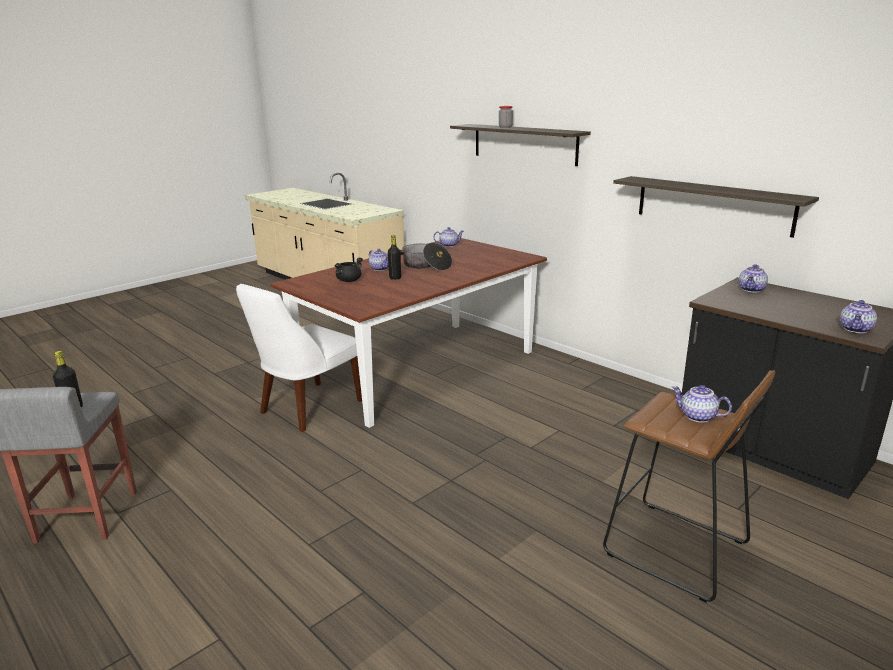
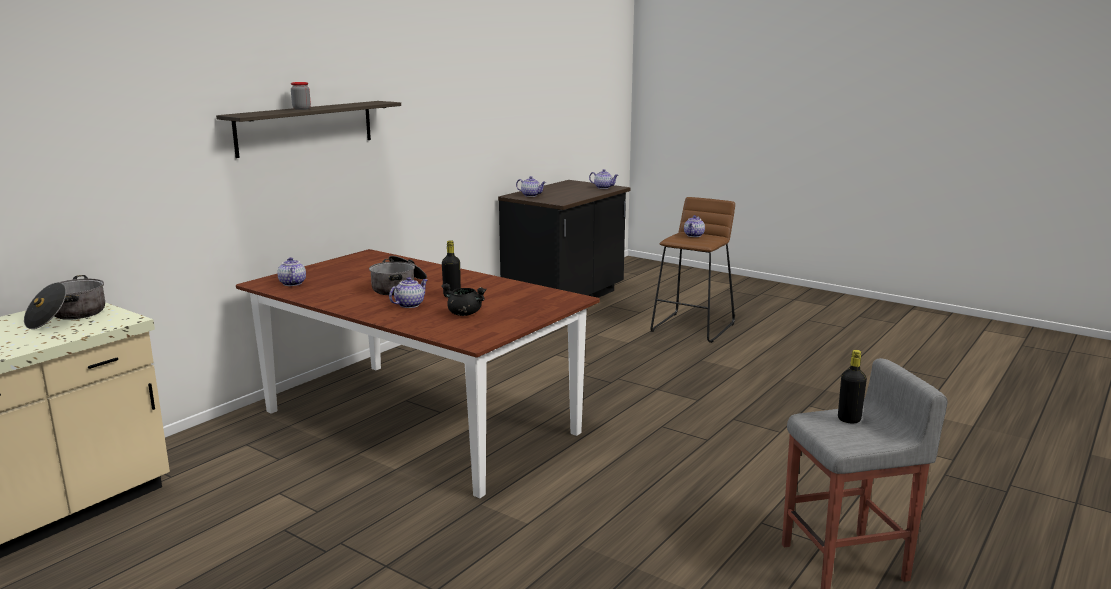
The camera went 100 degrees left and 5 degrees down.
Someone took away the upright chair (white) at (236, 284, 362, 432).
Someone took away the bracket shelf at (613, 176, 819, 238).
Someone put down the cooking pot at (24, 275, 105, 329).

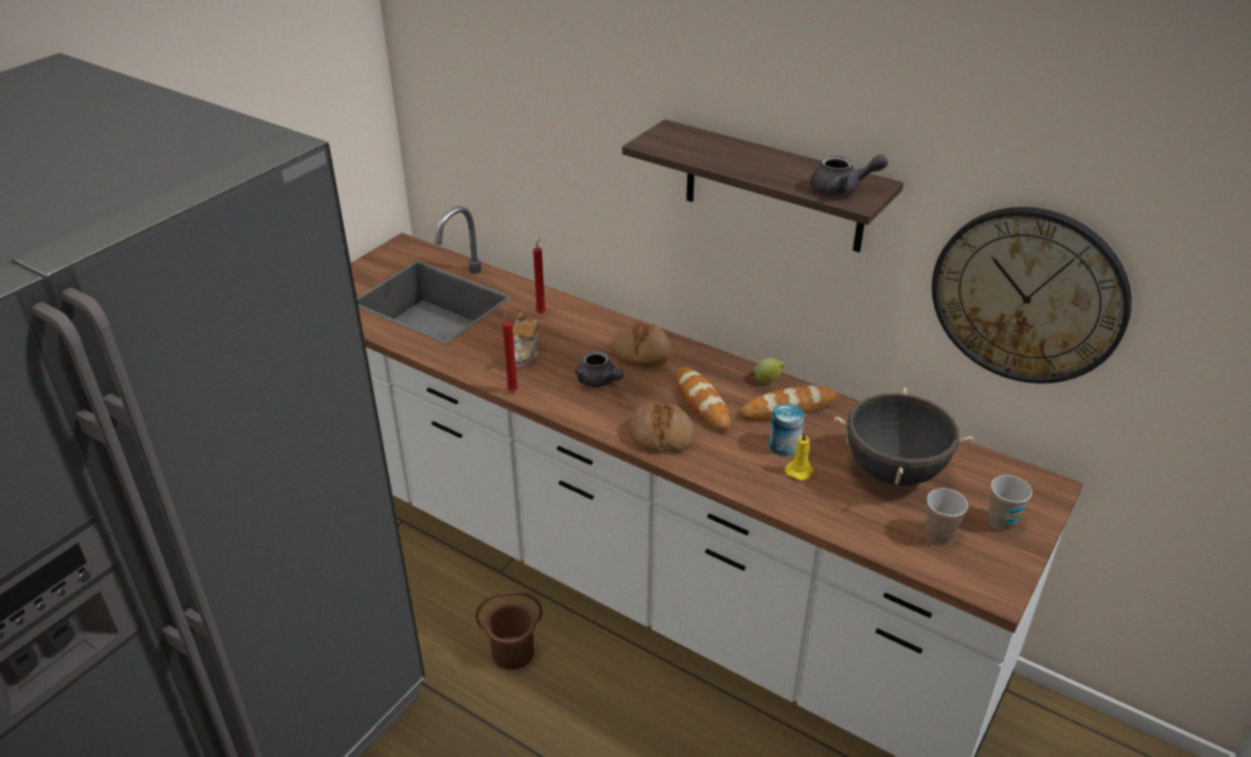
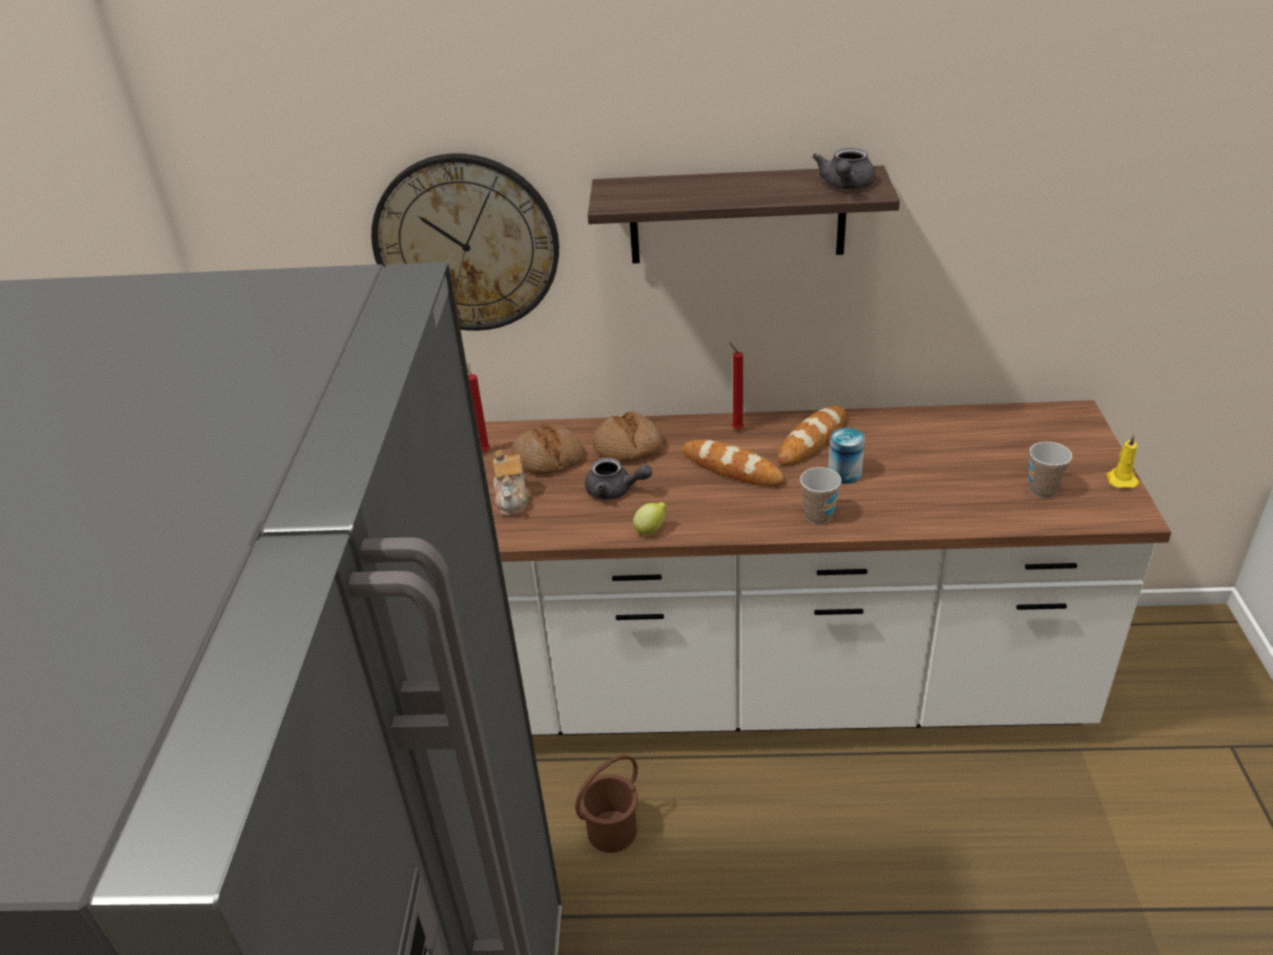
The camera went 30 degrees left and 0 degrees up.
Someone took away the cooking pot (blackish) at (834, 387, 974, 486).
Someone carried the wax light (reddish) from (503, 311, 518, 391) to (729, 342, 744, 430).
Someone carried the bakery bread from (629, 403, 695, 452) to (512, 423, 583, 475).
Someone carried the lemon from (755, 358, 785, 383) to (633, 502, 667, 535).
Someone carried the wax light (yellow-coloured) from (785, 431, 814, 481) to (1106, 434, 1139, 489).
Someone carried the hanging clock from (932, 207, 1132, 384) to (371, 153, 559, 331).
Someone carried the cup from (988, 475, 1032, 530) to (800, 467, 842, 524).
Someone rotated the pot for tea (grey) at (811, 154, 888, 196) by 135 degrees clockwise.

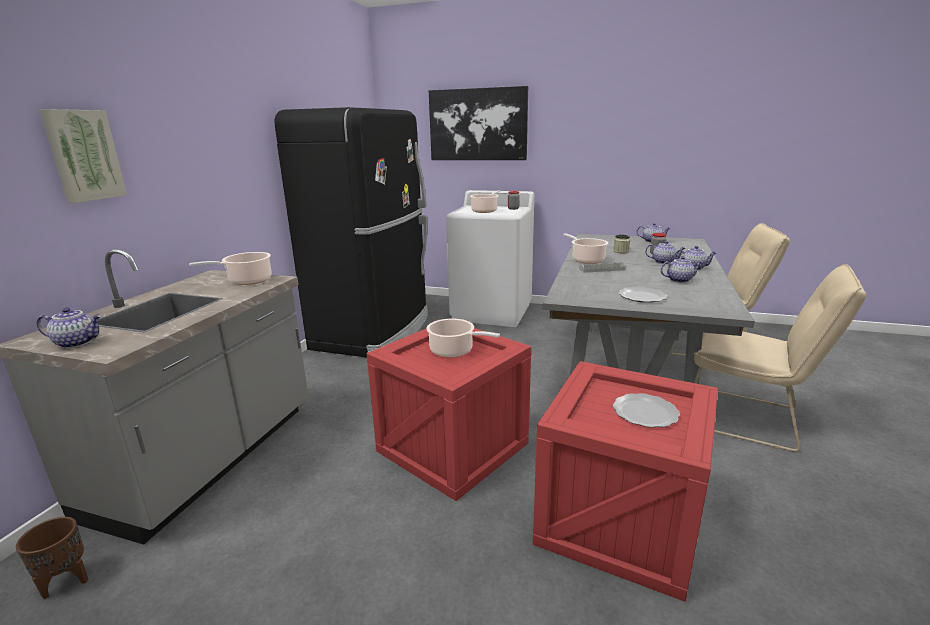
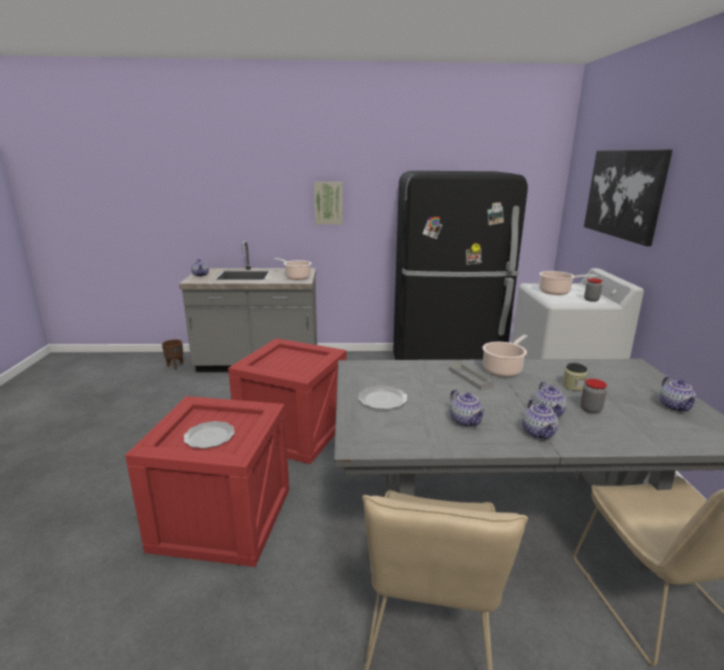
The camera went 70 degrees right and 0 degrees up.
Someone took away the cooking pot at (426, 319, 500, 358).
Someone carried the picture from (40, 109, 127, 203) to (314, 182, 343, 225).

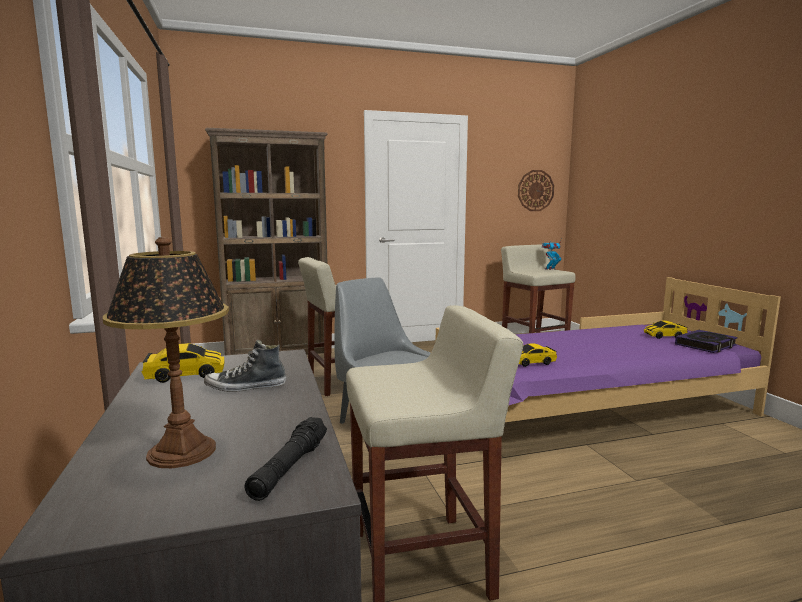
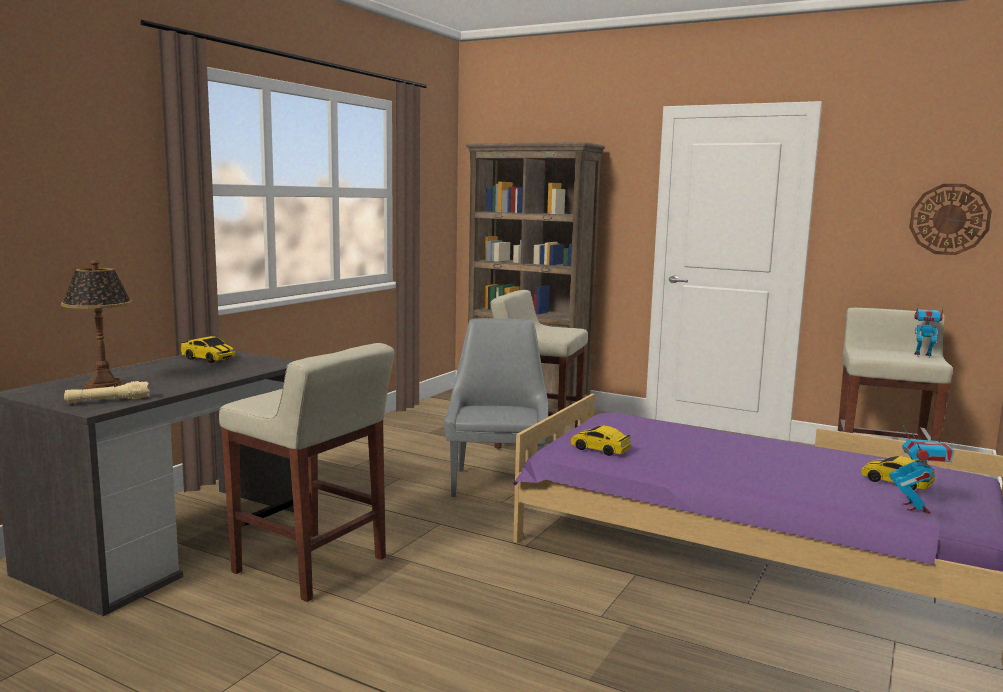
The camera went 45 degrees right and 0 degrees up.
Someone took away the item of footwear at (204, 340, 286, 392).
Someone swapped the volume at (675, 330, 738, 353) for the robot figure at (889, 424, 955, 514).
Someone repainted the torch (blackish) at (245, 417, 327, 501), which became the torch (beige) at (64, 381, 150, 404).

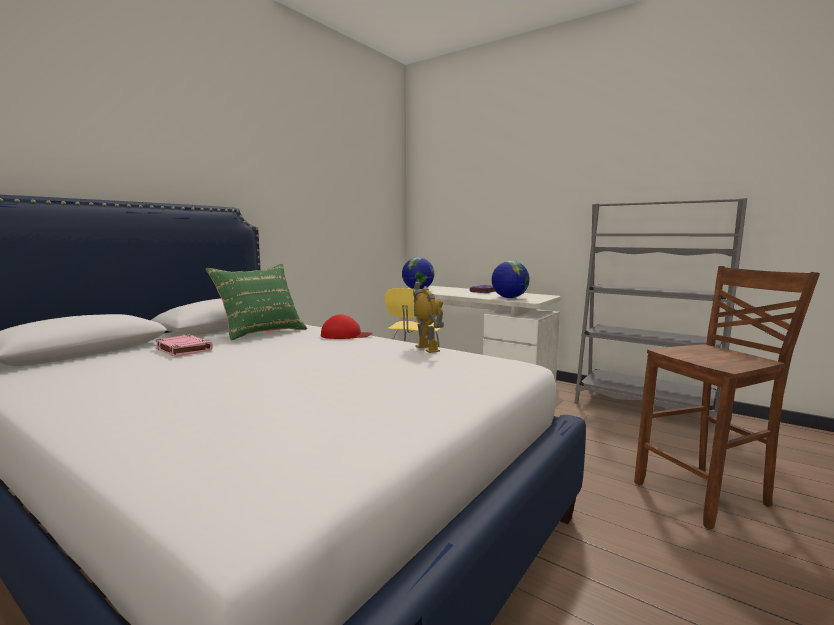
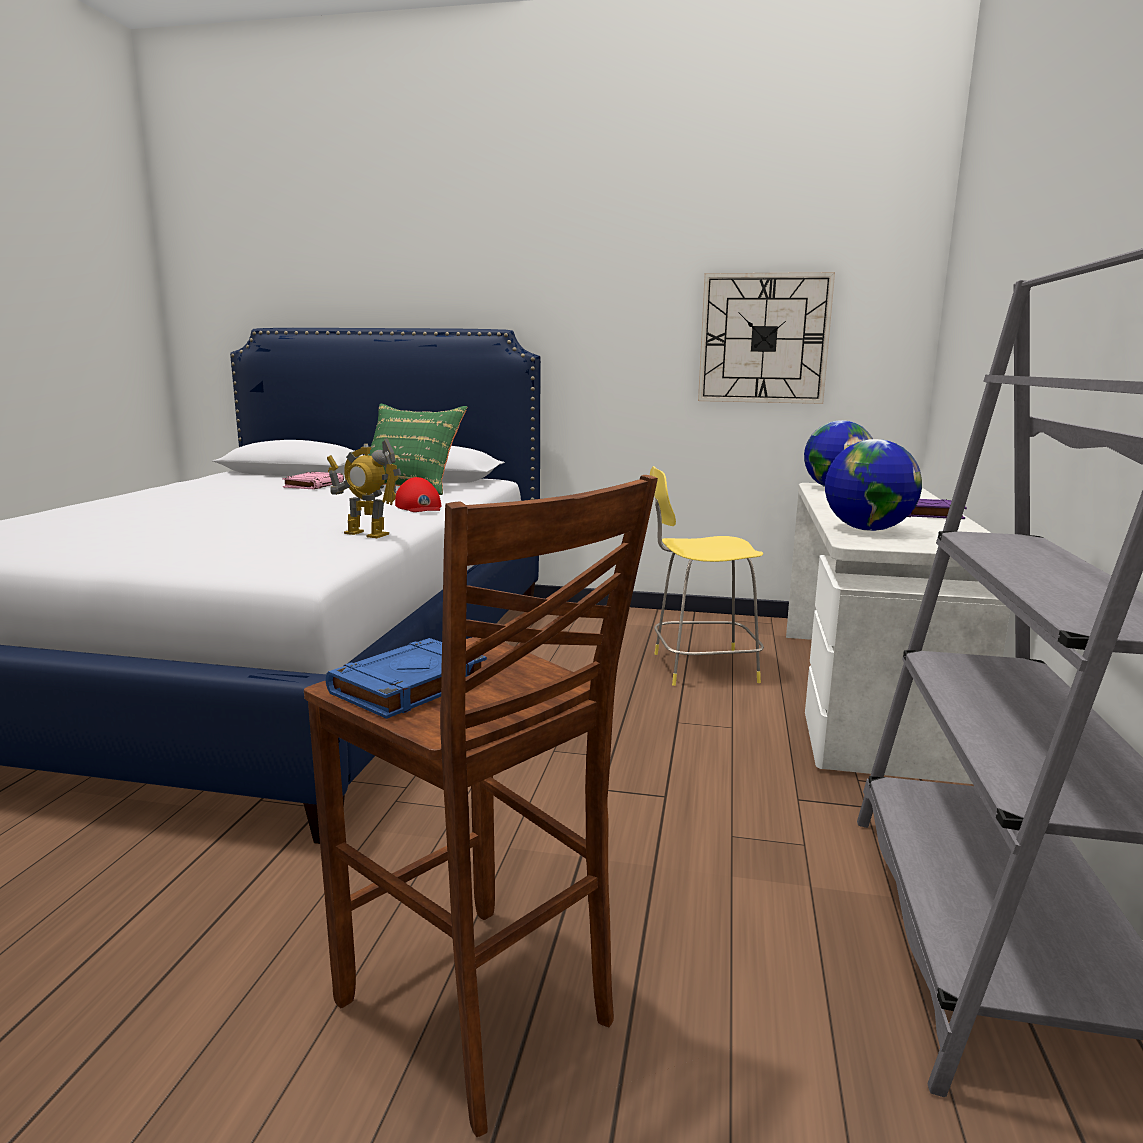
The camera went 65 degrees right and 5 degrees up.
Someone put down the volume (bluish) at (326, 638, 487, 719).
Someone put up the hanging clock at (698, 272, 835, 404).
Someone rotated the robot figure at (413, 281, 444, 353) by 75 degrees clockwise.

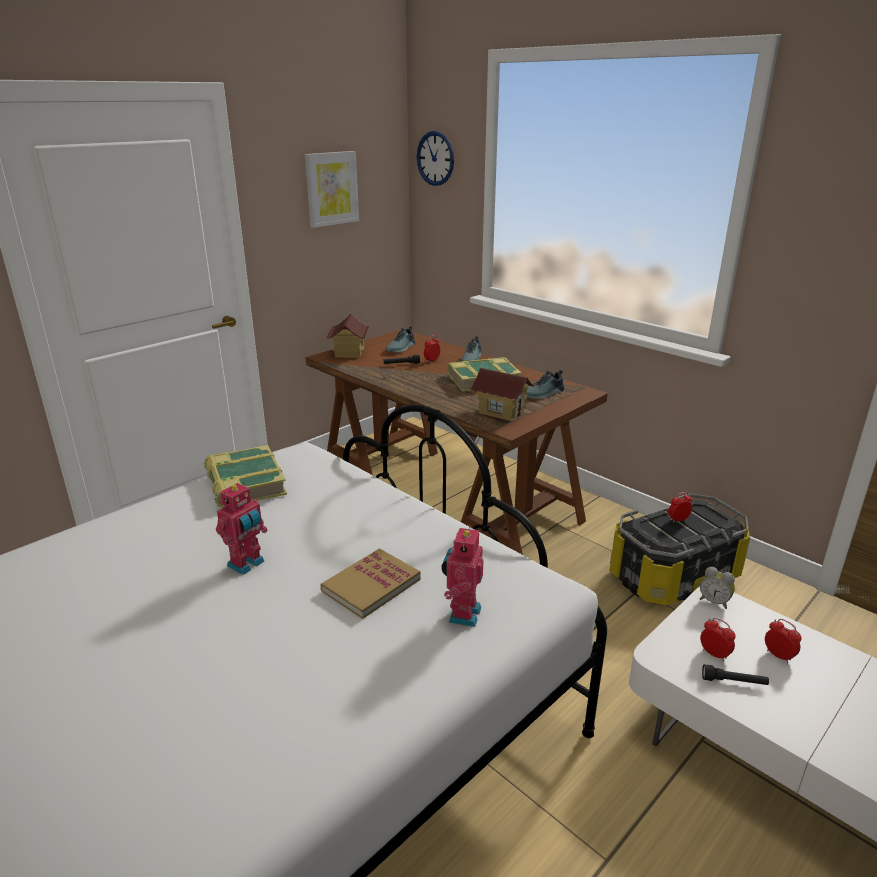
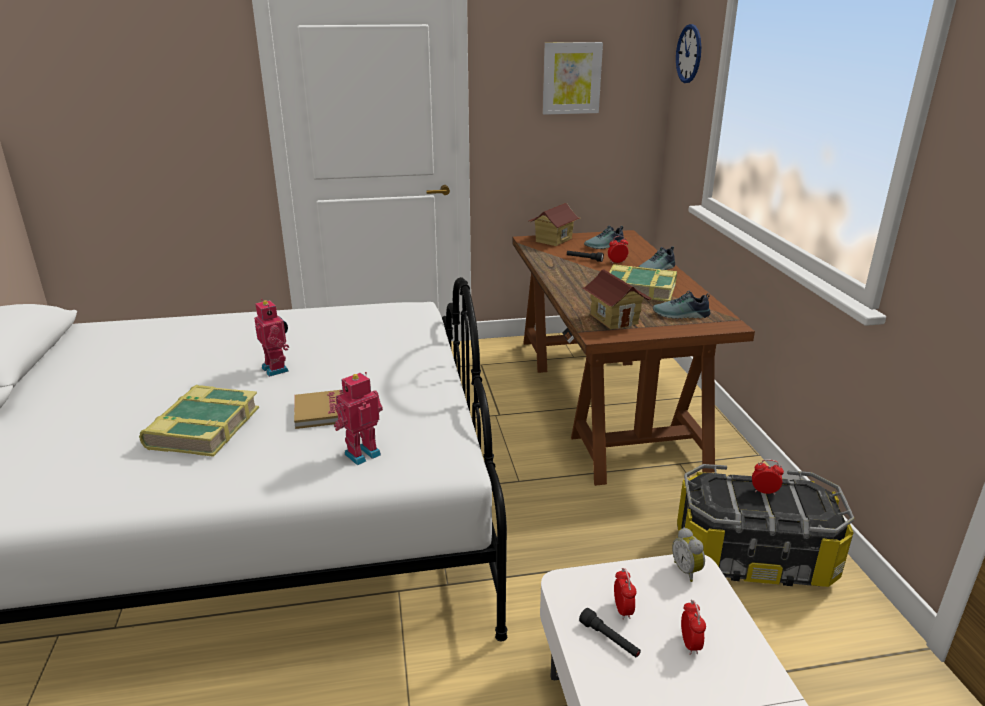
The camera went 35 degrees right and 0 degrees up.
Someone carried the volume from (204, 445, 287, 508) to (139, 385, 260, 457).
Someone rotated the robot figure at (216, 482, 268, 575) by 105 degrees counterclockwise.

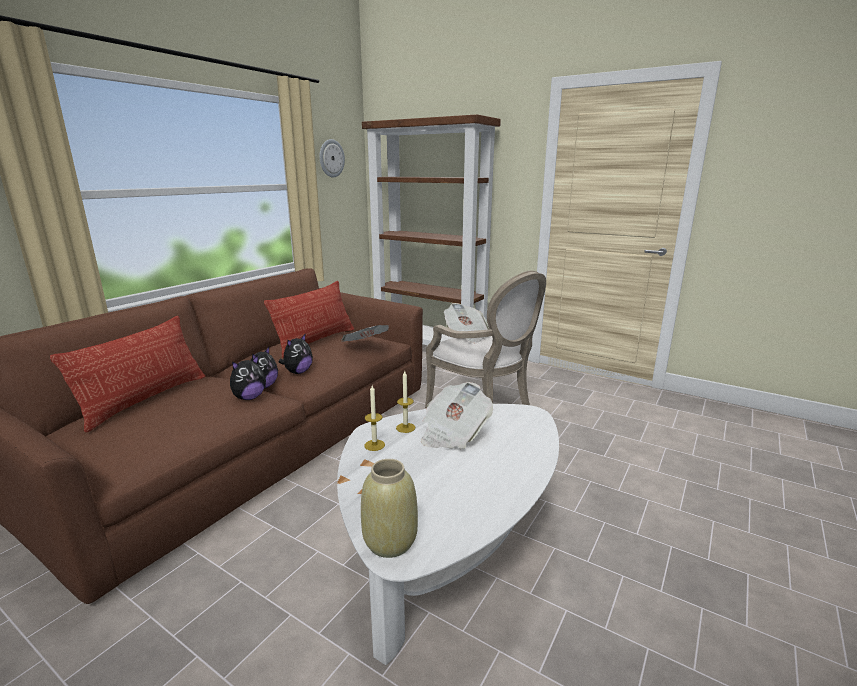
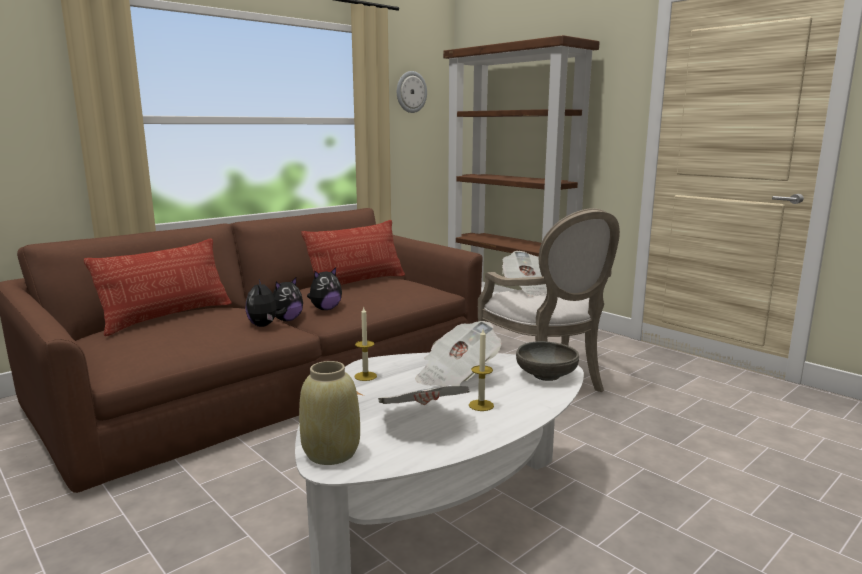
The camera went 15 degrees right and 5 degrees down.
Someone put down the bowl (grey) at (516, 341, 579, 381).
Someone carried the daily paper from (342, 325, 389, 342) to (379, 386, 470, 405).
Someone carried the wax light from (396, 371, 415, 433) to (469, 329, 494, 411).
Someone rotated the cuddly toy at (230, 355, 266, 400) by 105 degrees clockwise.

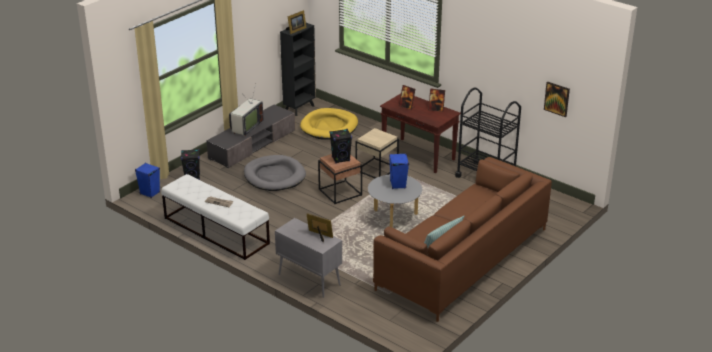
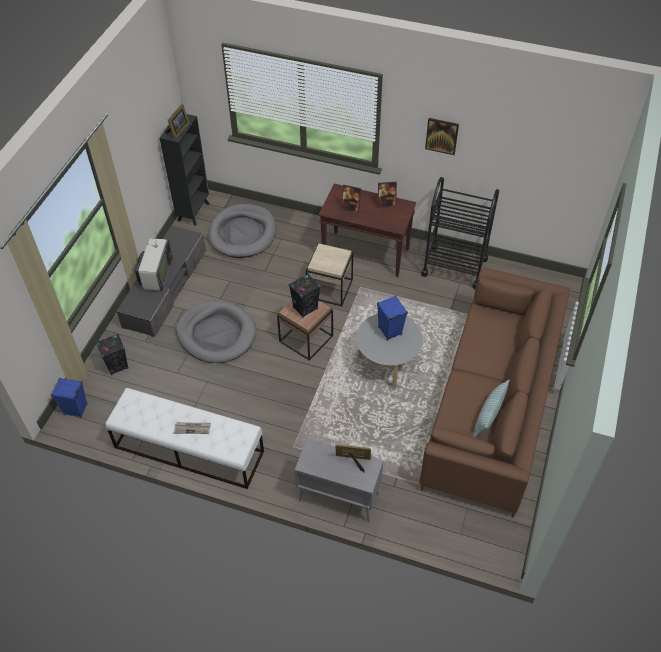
The camera went 20 degrees left and 20 degrees up.
Someone carried the picture from (544, 82, 570, 117) to (425, 118, 459, 155).
Someone repainted the dog bed (yellow-coloured) at (300, 108, 358, 139), which became the dog bed (grey) at (208, 204, 276, 258).

